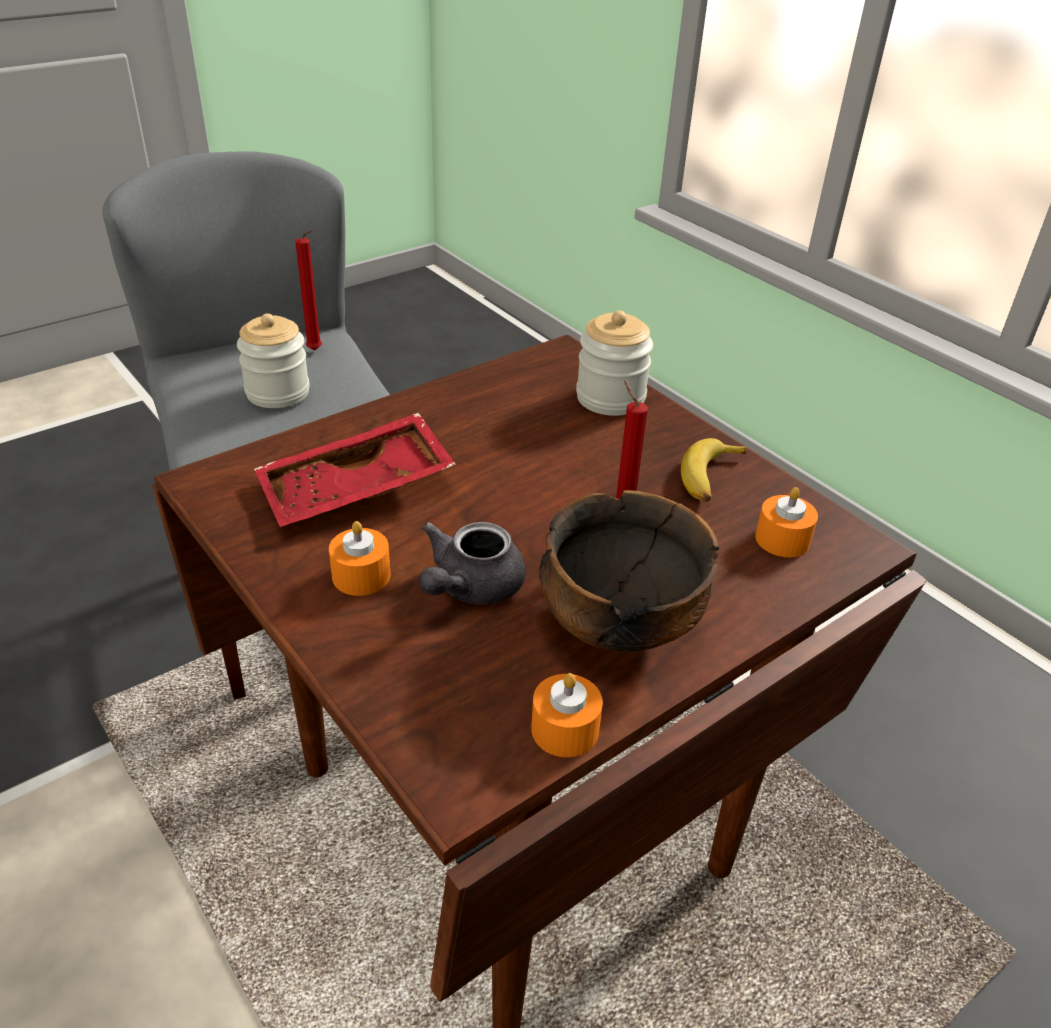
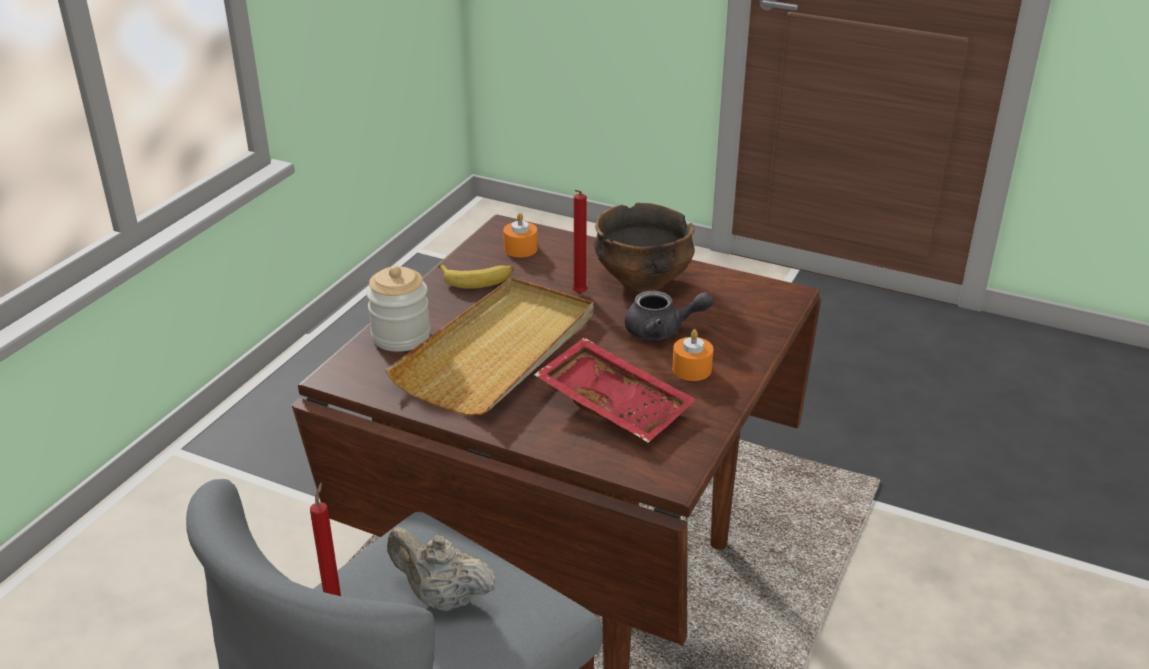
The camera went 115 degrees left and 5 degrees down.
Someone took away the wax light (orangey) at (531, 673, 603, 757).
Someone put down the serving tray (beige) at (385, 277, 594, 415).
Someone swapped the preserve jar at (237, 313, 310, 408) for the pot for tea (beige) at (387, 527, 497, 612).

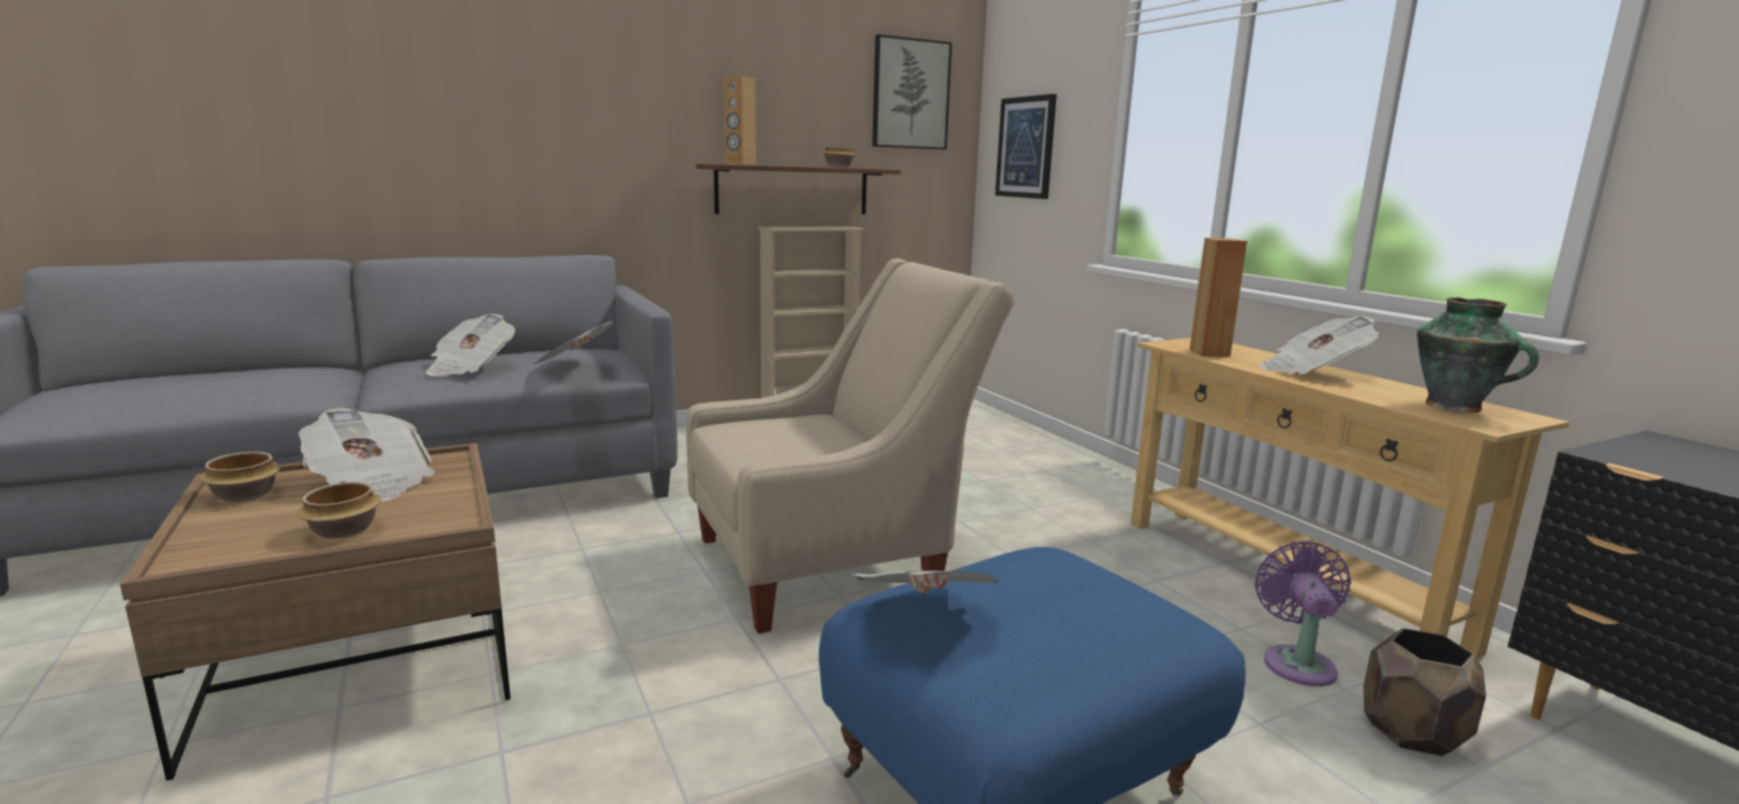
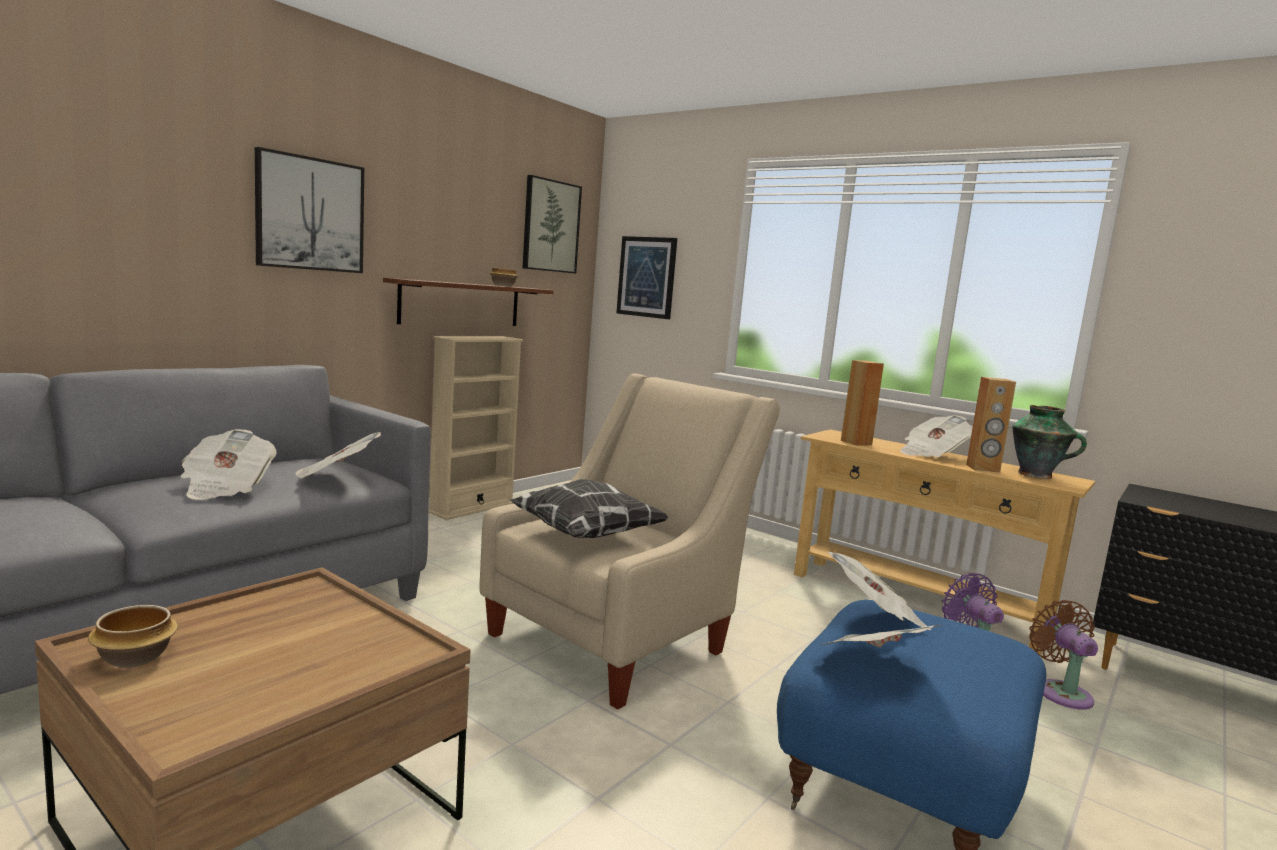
The camera went 25 degrees left and 5 degrees down.
Someone took away the bowl at (298, 482, 381, 539).
Someone put up the picture at (255, 147, 364, 273).
Someone put down the pillow at (509, 479, 669, 538).
Someone carried the daily paper from (298, 408, 435, 502) to (828, 551, 931, 630).
Someone carried the audio speaker (brownish) from (724, 76, 756, 165) to (966, 377, 1016, 473).
Someone swapped the planter (brownish) at (1364, 628, 1486, 756) for the electric fan (brownish) at (1029, 600, 1098, 710).

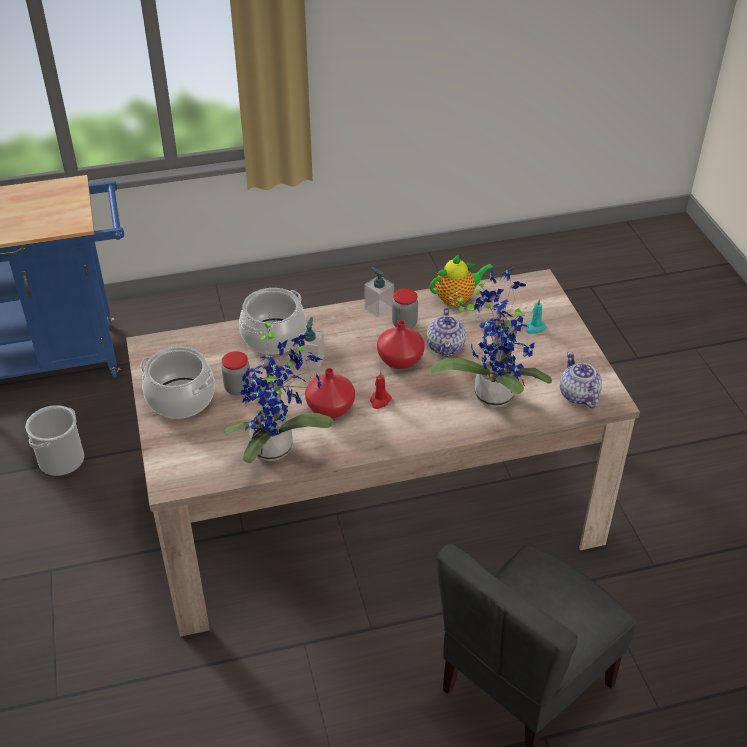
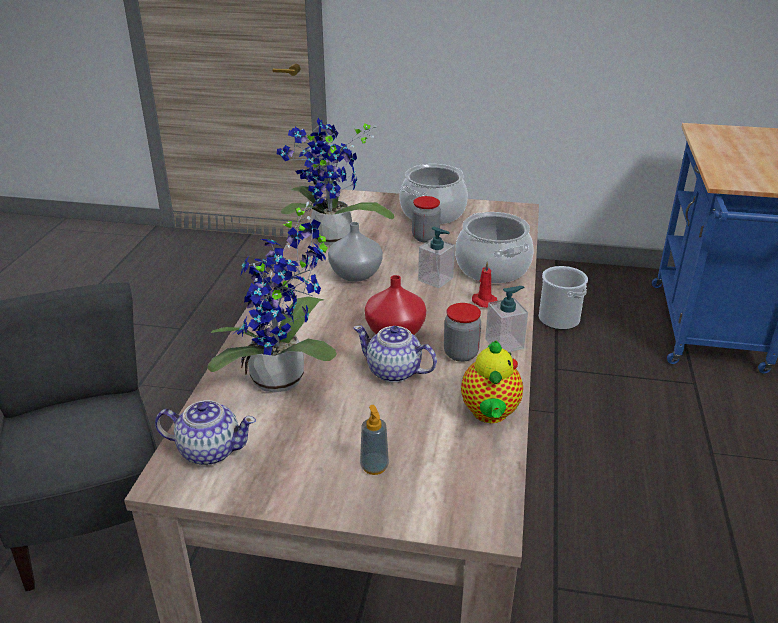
The camera went 115 degrees right and 10 degrees down.
Someone carried the wax light (reddish) from (370, 371, 392, 409) to (472, 261, 498, 308).
Someone swapped the wax light (blue-green) at (526, 299, 546, 334) for the liquid soap bottle at (360, 405, 389, 475).
Someone repainted the vase (reddish) at (305, 368, 355, 419), which became the vase (grey) at (328, 222, 383, 282).

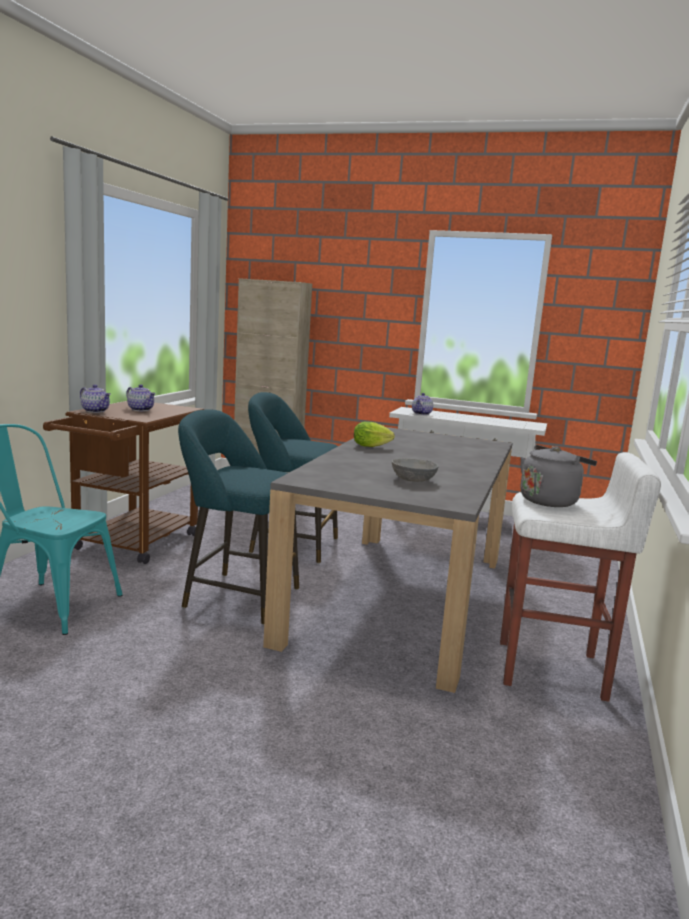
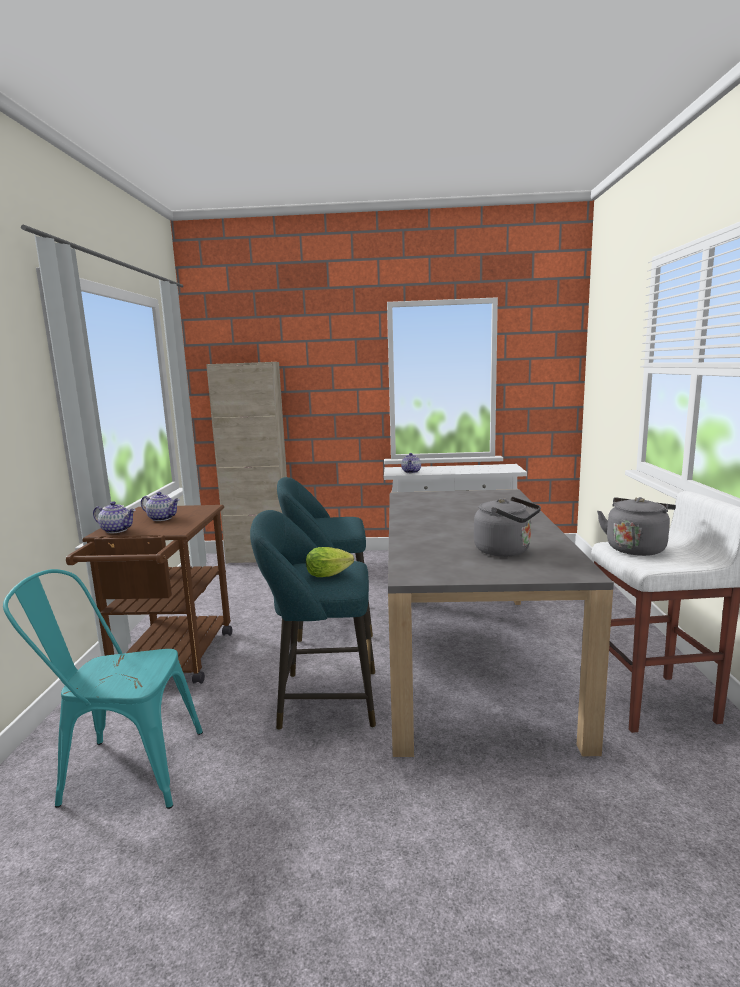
The camera went 15 degrees left and 0 degrees up.
Someone carried the lettuce from (354, 421, 395, 447) to (306, 547, 354, 577).
Someone swapped the bowl (grey) at (392, 458, 439, 482) for the kettle (grey) at (474, 497, 541, 557).

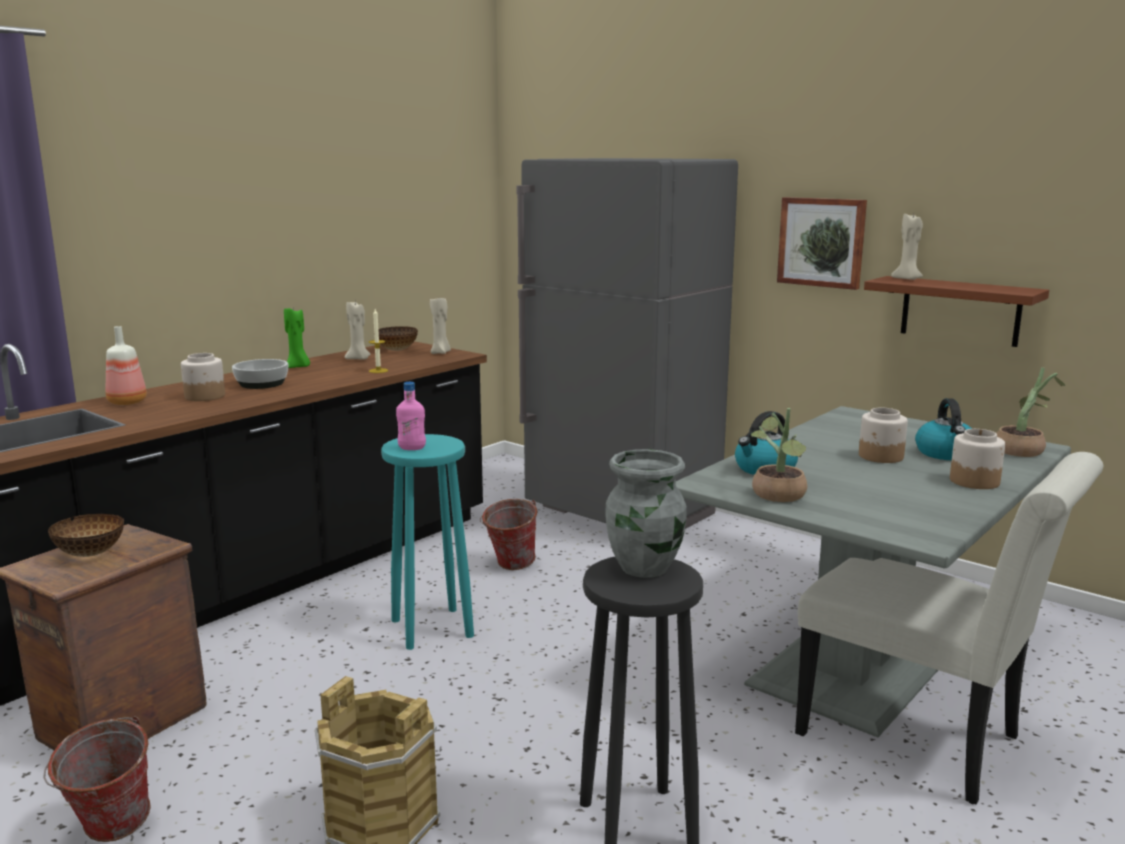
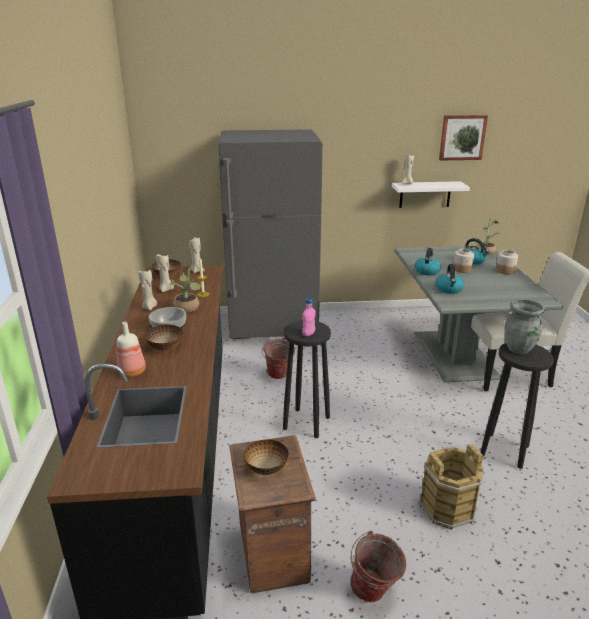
The camera went 45 degrees left and 10 degrees up.
Someone put down the kettle at (415, 248, 441, 275).
Someone carried the potted plant from (751, 408, 807, 502) to (170, 269, 201, 313).
Someone carried the picture from (777, 197, 867, 290) to (439, 115, 488, 161).
Someone swapped the preserve jar at (181, 353, 225, 401) for the bowl at (145, 324, 183, 351).
Someone repainted the wax light (green-coloured) at (284, 308, 310, 368), which became the wax light (beige) at (138, 269, 157, 310).
Someone repainted the sitting stool (blue-green) at (381, 434, 474, 650), which became the sitting stool (blackish) at (283, 320, 331, 438).
Someone repainted the bracket shelf (brownish) at (864, 276, 1049, 347), which became the bracket shelf (white) at (392, 181, 470, 208).

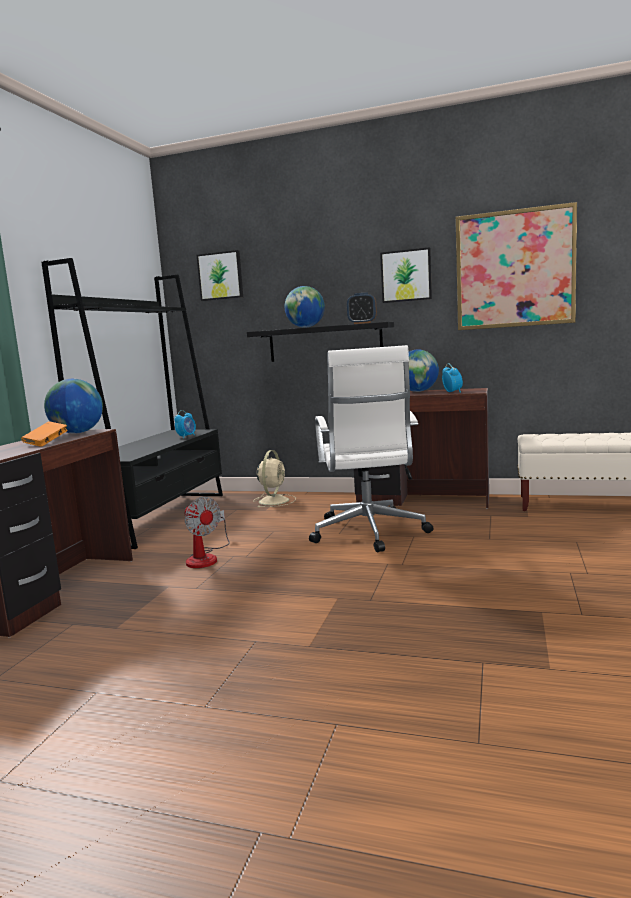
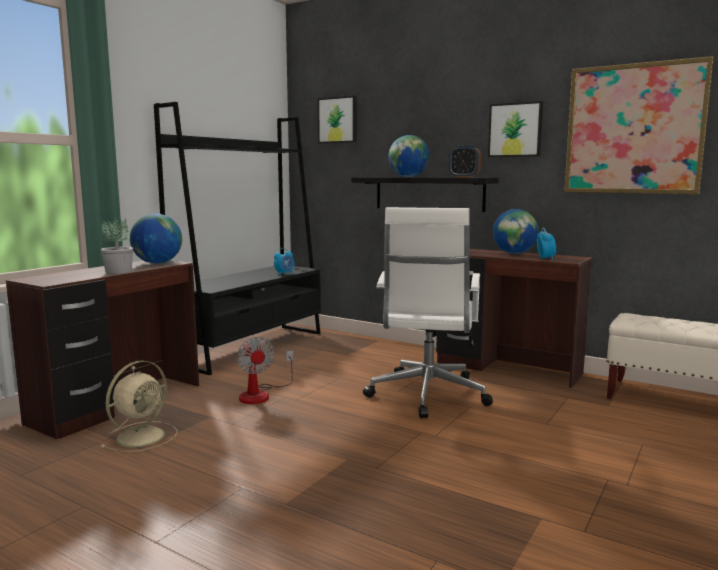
The camera went 15 degrees right and 0 degrees up.
Someone carried the electric fan (beige) from (253, 450, 296, 508) to (101, 360, 178, 452).
Someone swapped the volume (orangey) at (21, 421, 68, 447) for the potted plant at (101, 217, 133, 274).

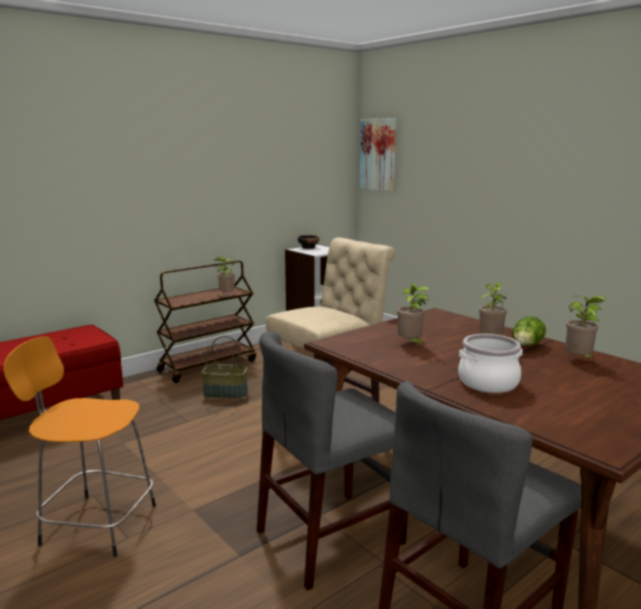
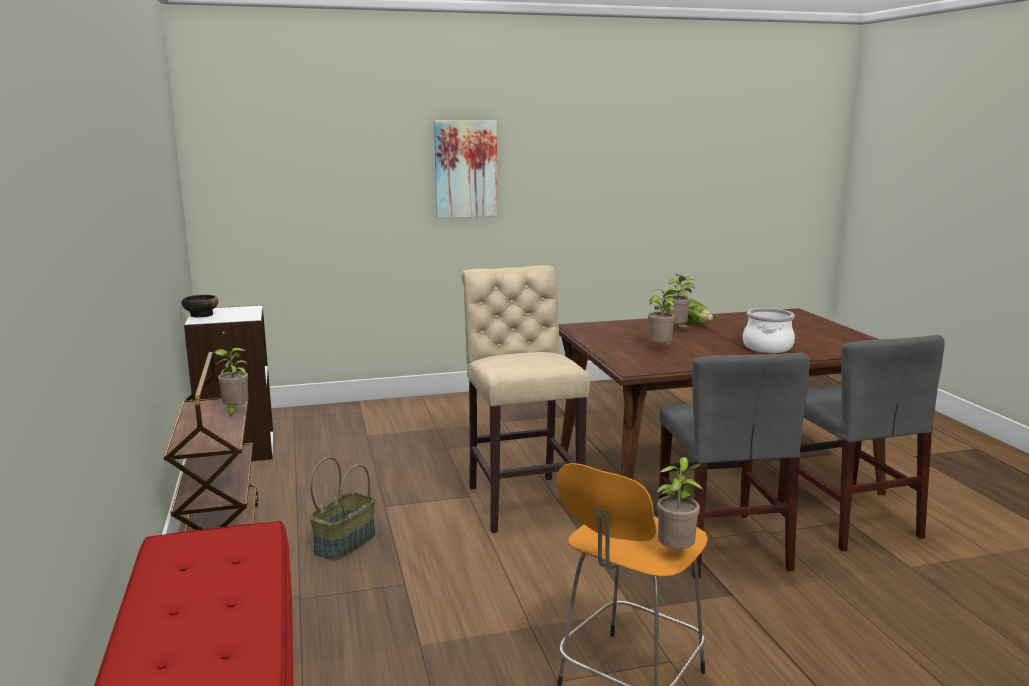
The camera went 65 degrees left and 0 degrees up.
Someone carried the picture from (360, 118, 396, 191) to (434, 120, 497, 218).
Someone carried the potted plant from (565, 296, 607, 359) to (657, 457, 703, 549).

